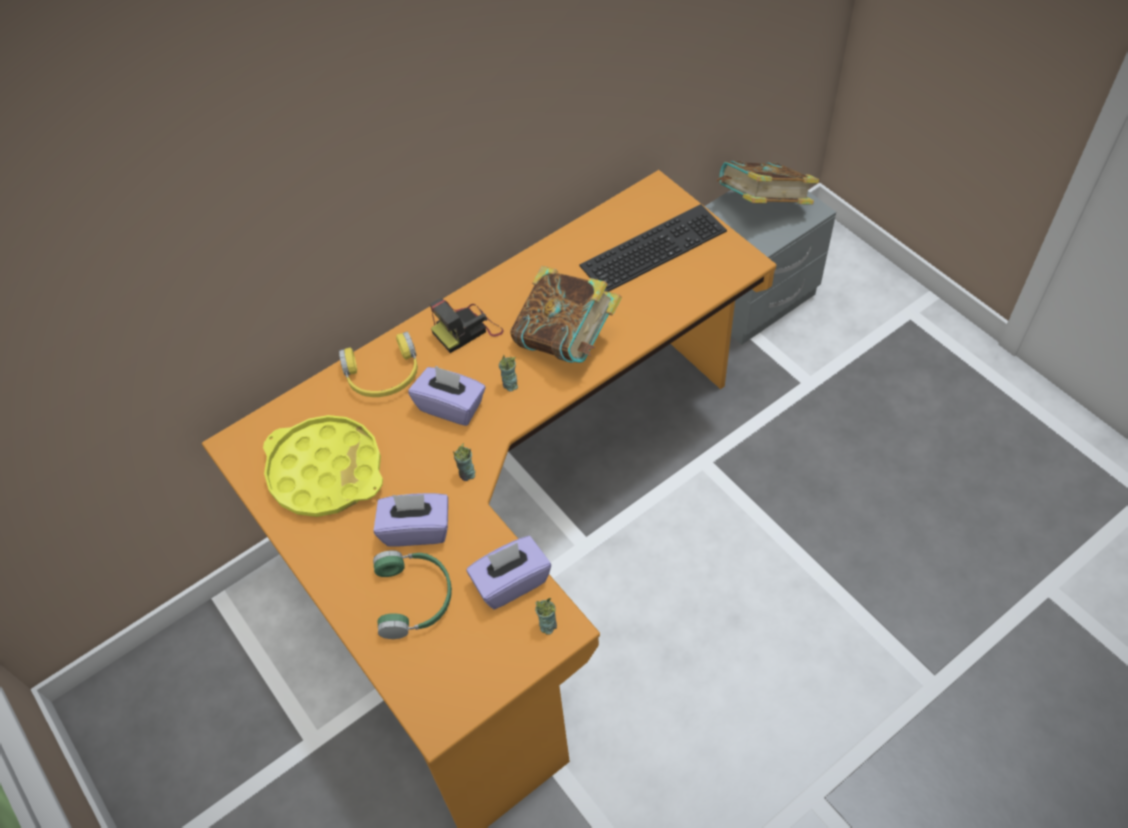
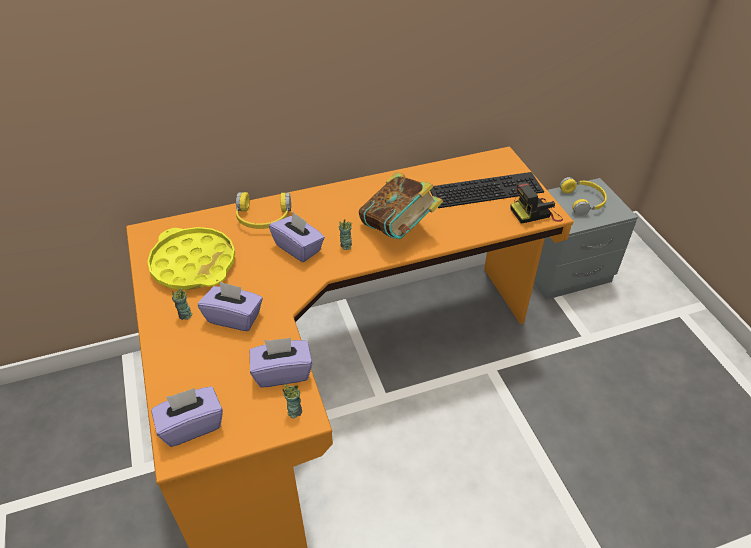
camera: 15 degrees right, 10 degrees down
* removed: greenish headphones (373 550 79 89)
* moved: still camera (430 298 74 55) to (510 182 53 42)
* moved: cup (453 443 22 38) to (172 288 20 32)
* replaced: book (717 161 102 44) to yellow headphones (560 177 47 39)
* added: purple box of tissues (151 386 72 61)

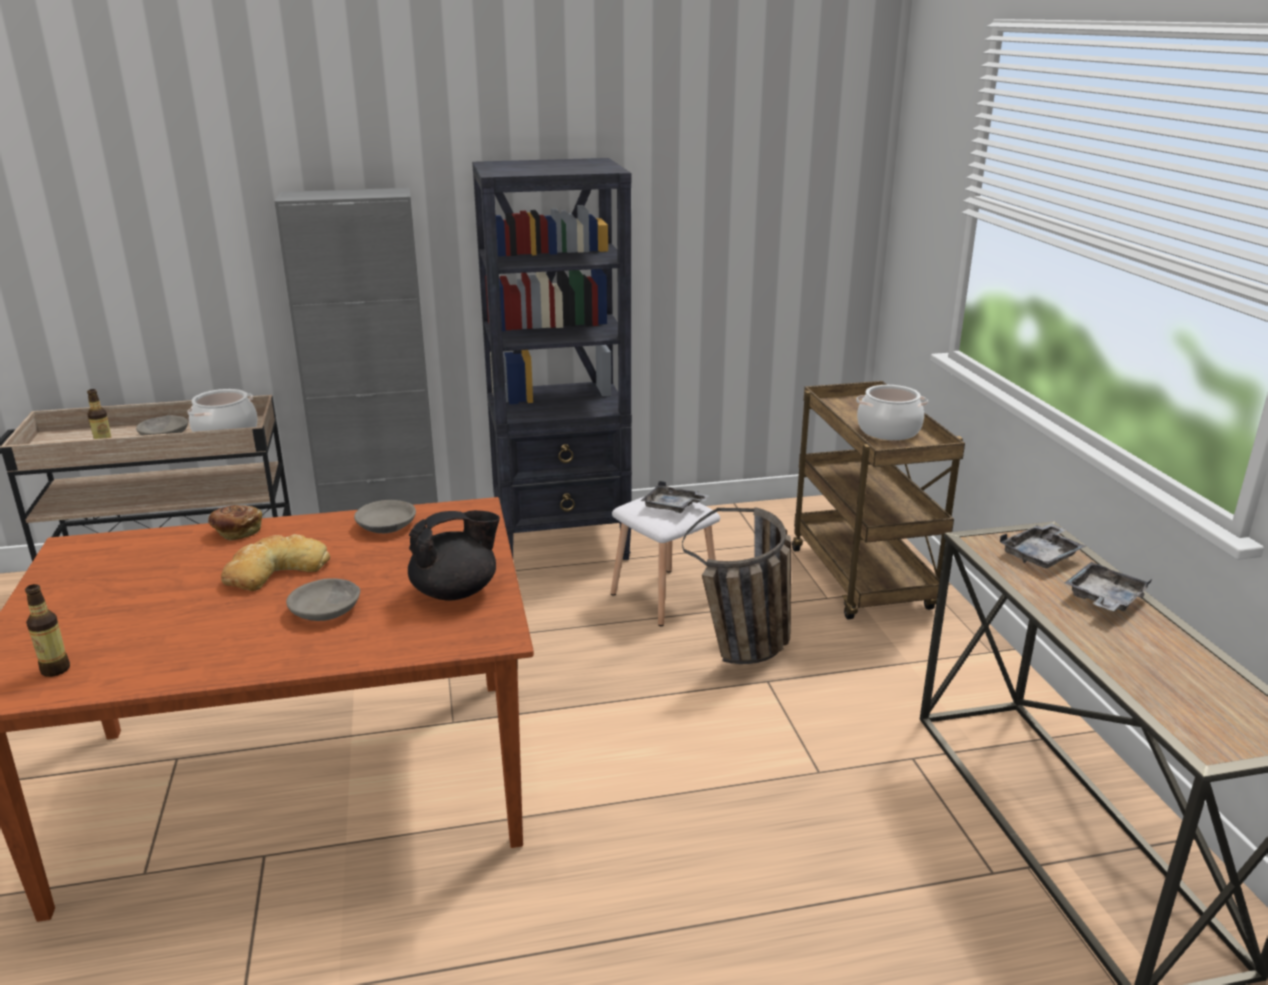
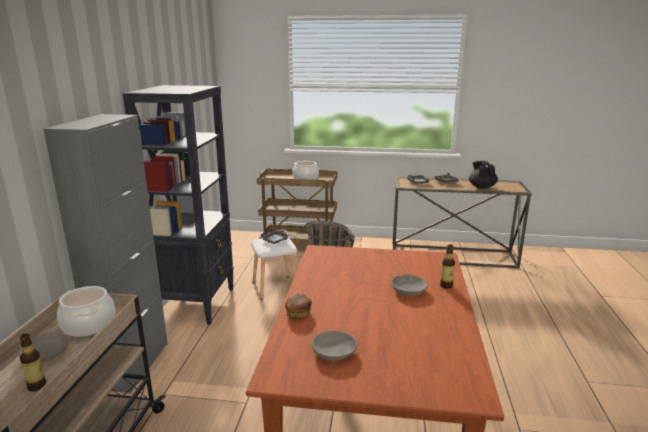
camera: 70 degrees left, 5 degrees down
* moved: bottle (25 584 45 93) to (440 244 15 45)
* removed: bakery bread (221 534 109 57)
* moved: gray deep dish (354 500 62 33) to (312 330 45 31)
* moved: black teapot (408 510 92 91) to (469 161 29 28)

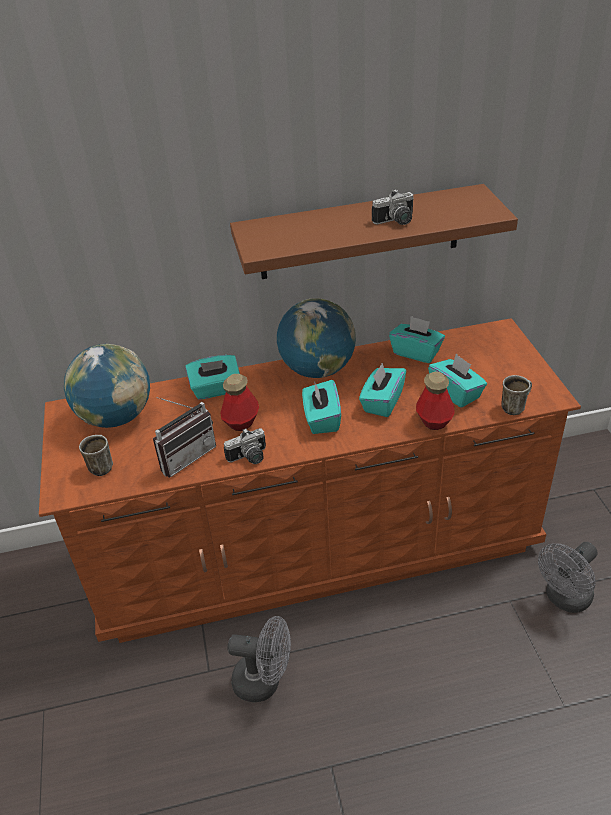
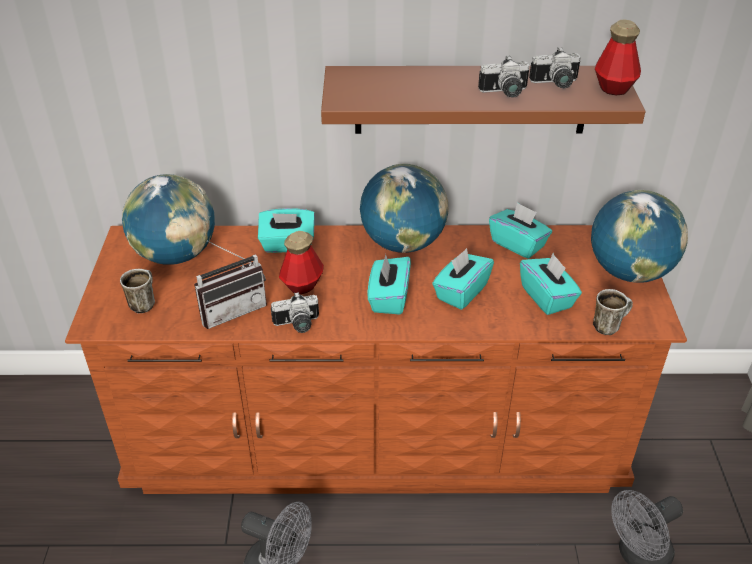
camera: 10 degrees right, 0 degrees up
* moved: bottle (416 372 39 58) to (595 19 46 76)
* added: still camera (529 47 52 41)
* added: desk globe (591 190 97 93)

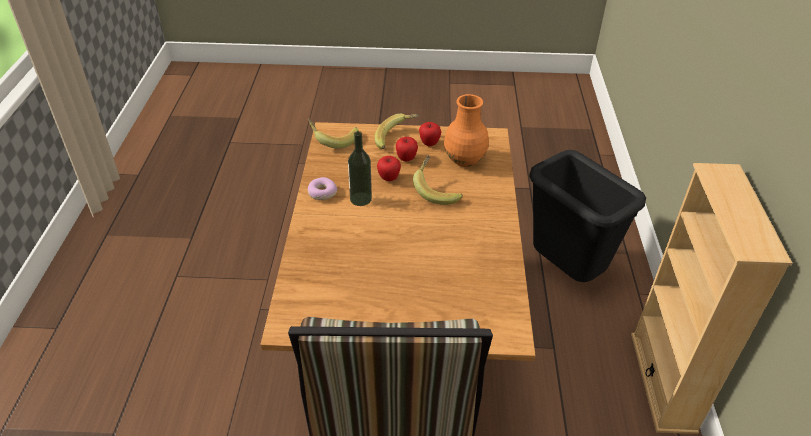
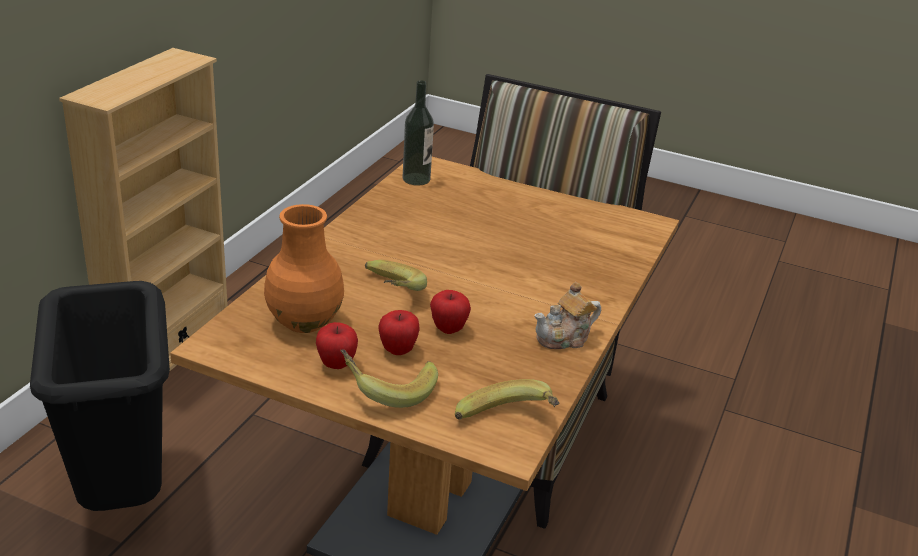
camera: 160 degrees left, 10 degrees down
* replaced: ring doughnut (308 177 29 23) to teapot (534 282 67 67)
* moved: bottle (348 131 24 75) to (403 80 31 106)

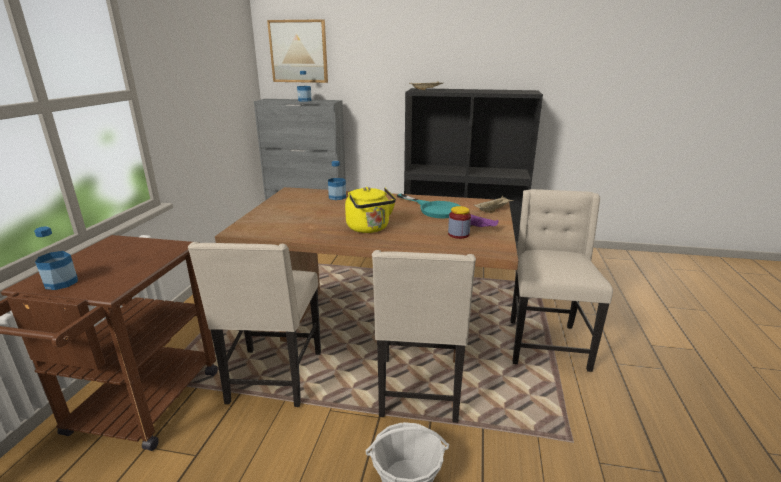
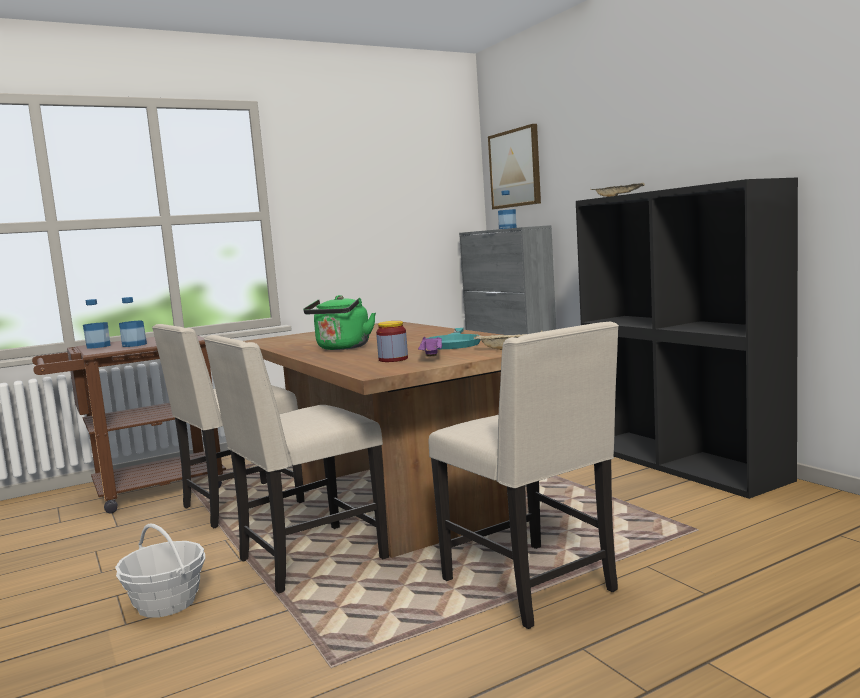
camera: 50 degrees right, 15 degrees down
* moved: bottle (328 161 18 39) to (119 297 28 50)
* recoloured: yellow water kettle (345 187 51 46) to greenish water kettle (303 295 73 55)
* turned: beige-coloured upright chair (510 189 103 183) = (429 322 190 307) 90 degrees clockwise

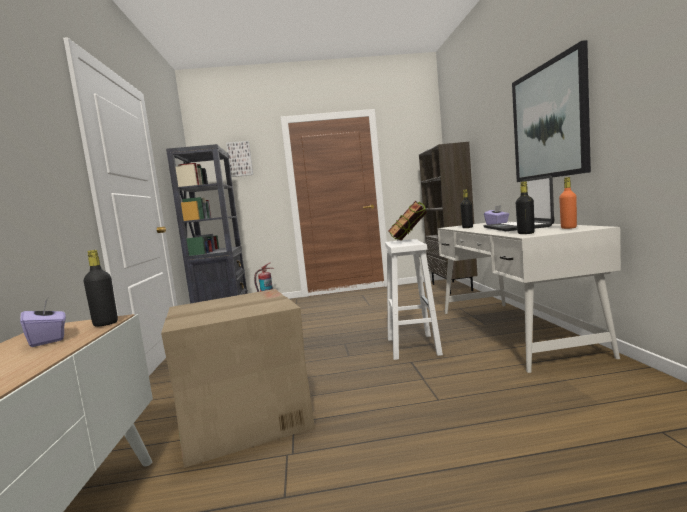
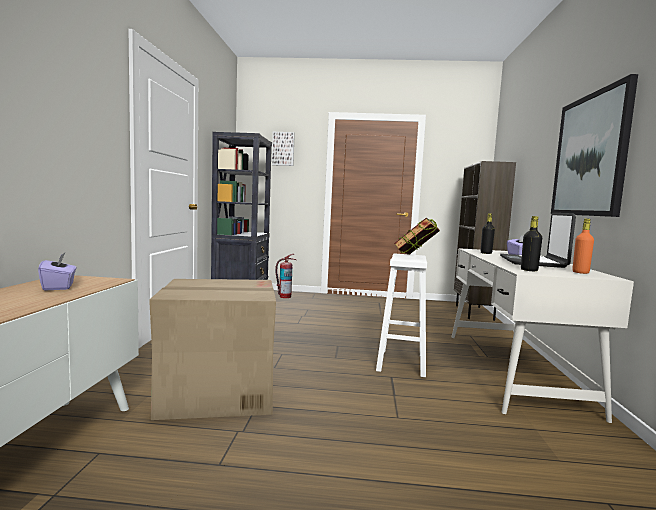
camera: 10 degrees right, 0 degrees up
* removed: black bottle (84 250 34 77)

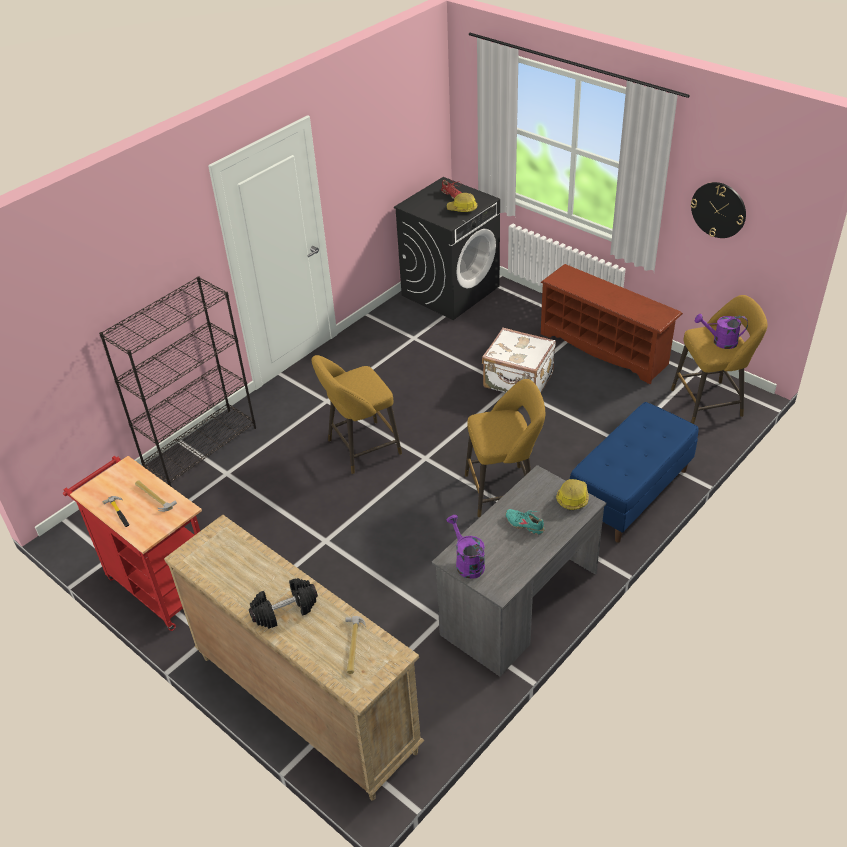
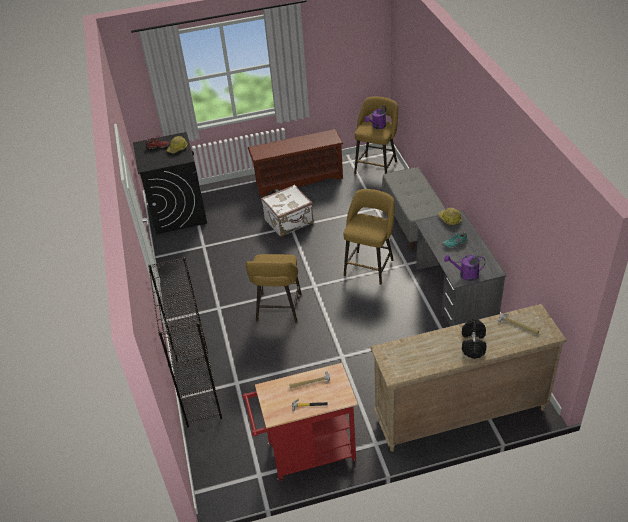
camera: 55 degrees left, 0 degrees up
* recoloured: blue-coloured bench (570 402 129 141) to gray bench (382 167 64 83)
* removed: wall clock (690 182 56 56)

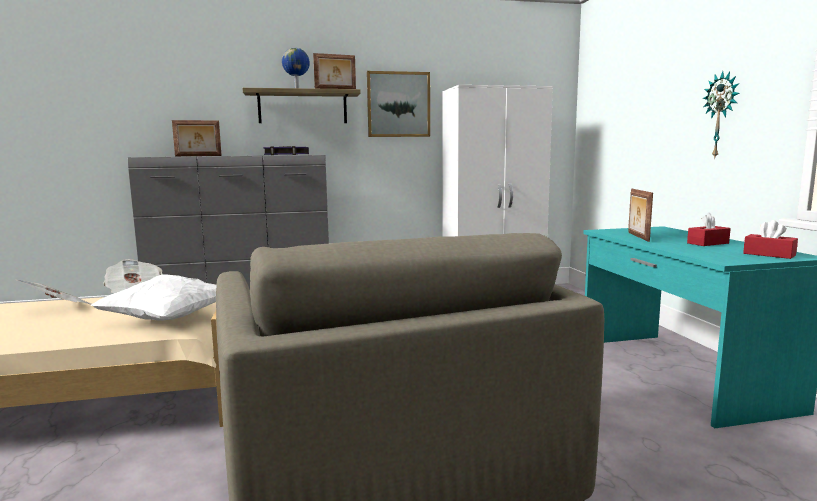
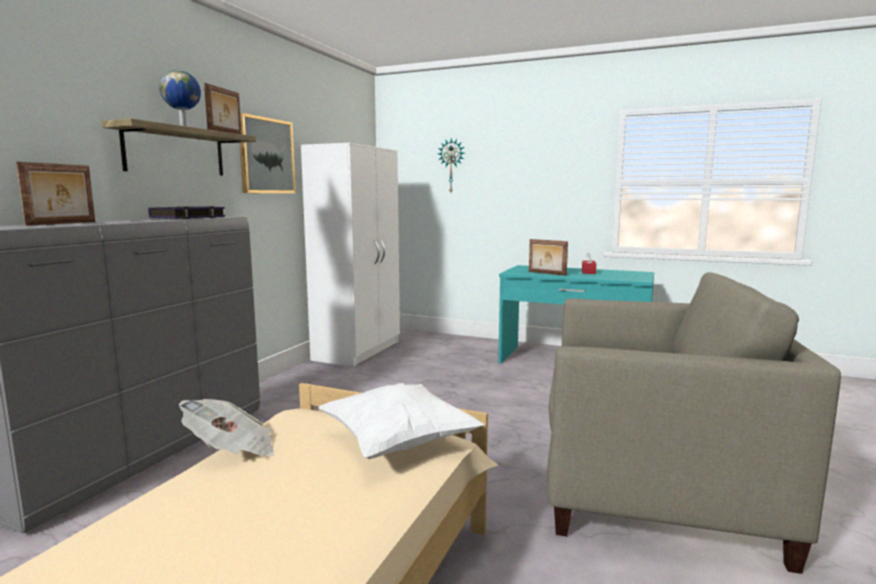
camera: 55 degrees left, 0 degrees up
* removed: daily paper (17 280 75 25)
* moved: wall clock (703 71 37 88) to (438 138 26 54)
* removed: red-coloured box of tissues (743 220 55 39)

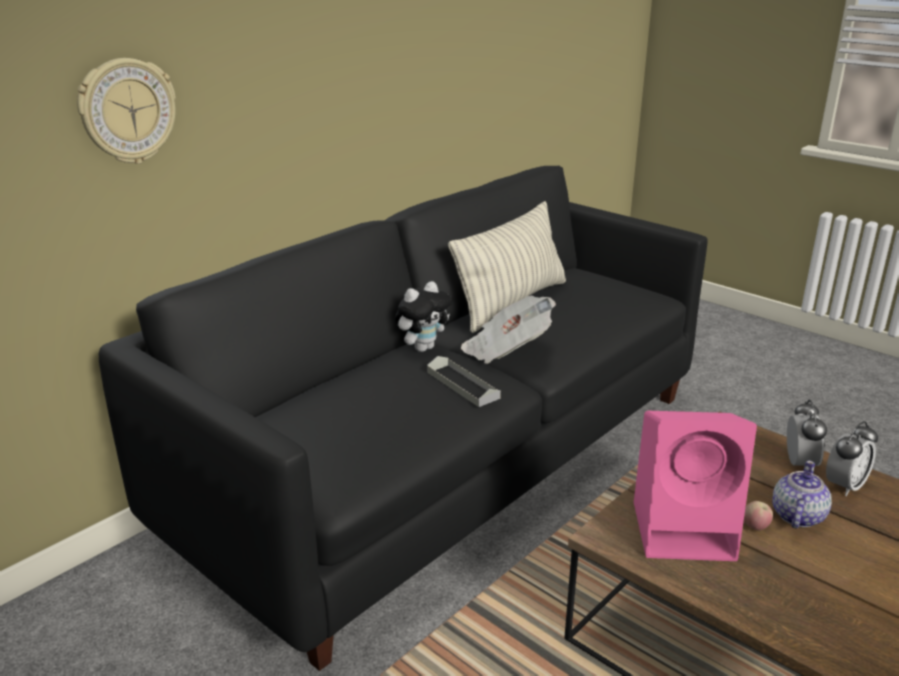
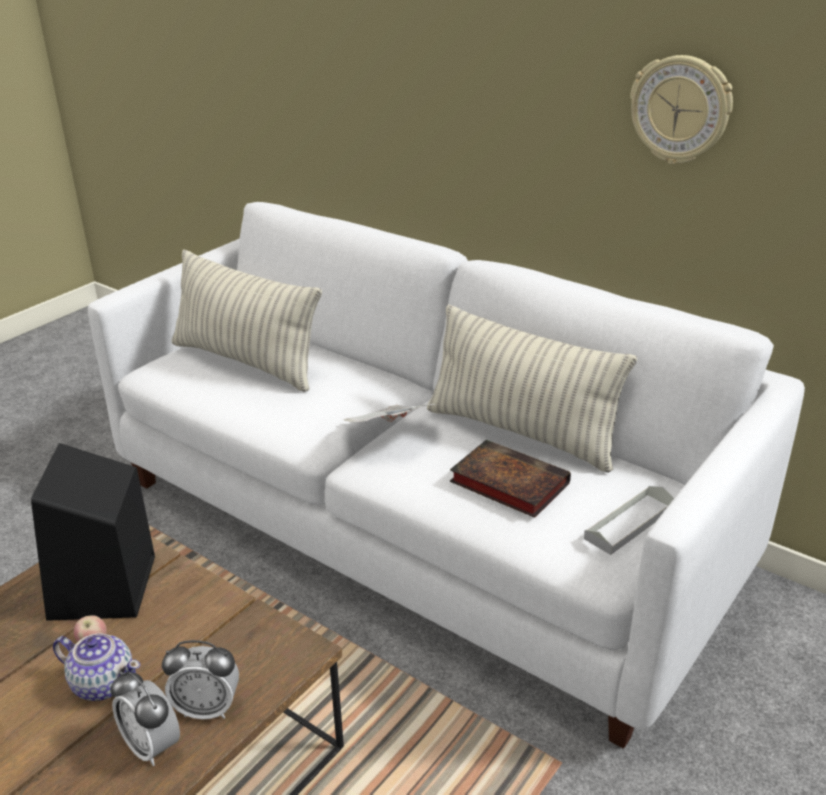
camera: 85 degrees right, 5 degrees up
* moved: wall clock (77 58 99 106) to (630 55 103 109)
* recoloured: black sofa (99 166 609 505) to whitish sofa (88 202 717 547)
* removed: soft toy (395 281 57 71)
* moved: gray serving tray (427 356 74 51) to (584 486 90 69)
* recoloured: pink-coloured audio speaker (634 411 123 150) to black audio speaker (31 443 124 178)
* added: cushion (172 249 150 143)
* added: book (450 439 121 79)

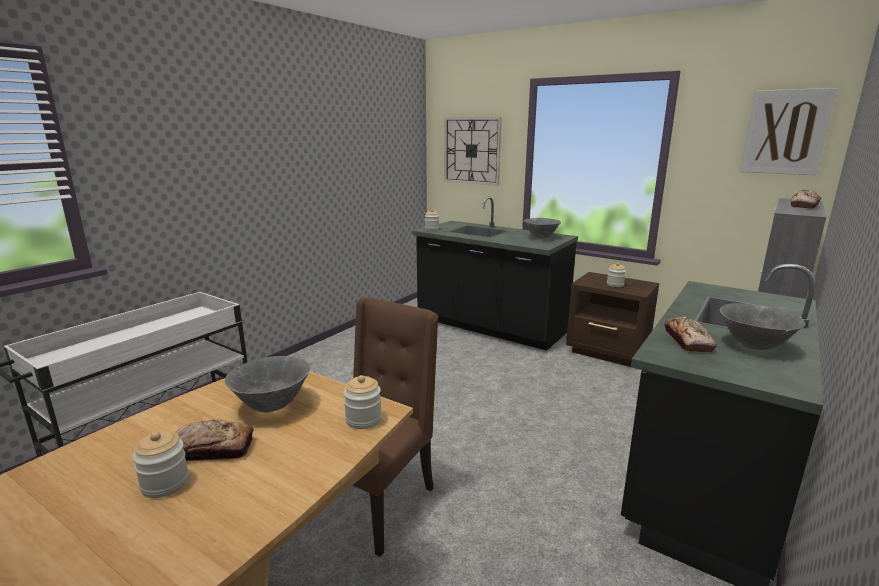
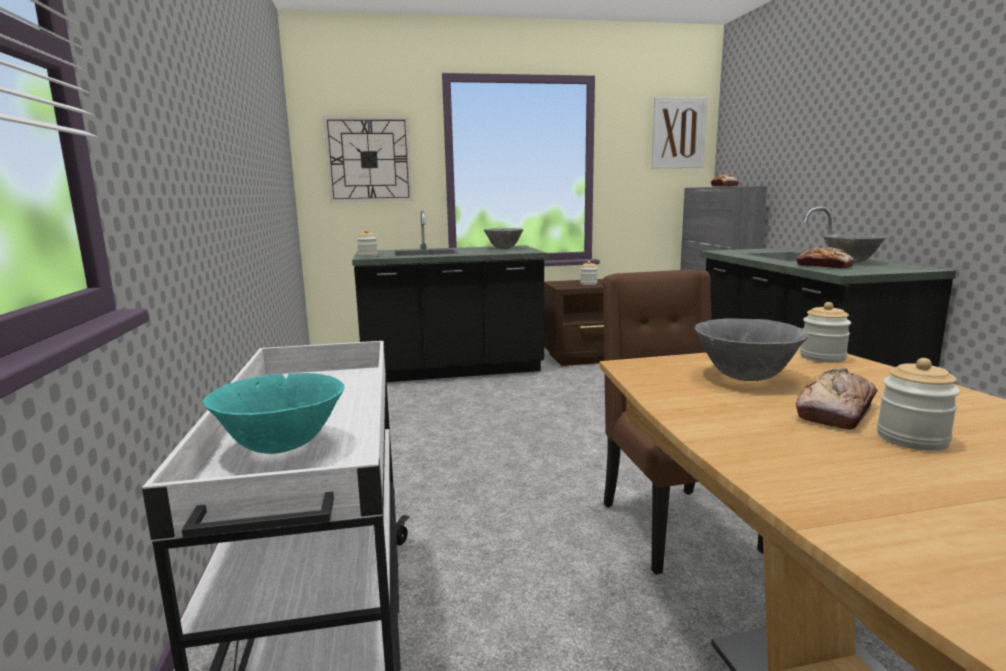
camera: 45 degrees left, 5 degrees down
* added: blue-green deep dish (202 373 143 81)

